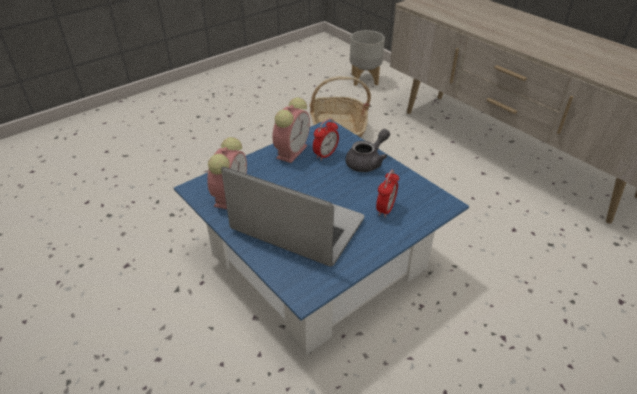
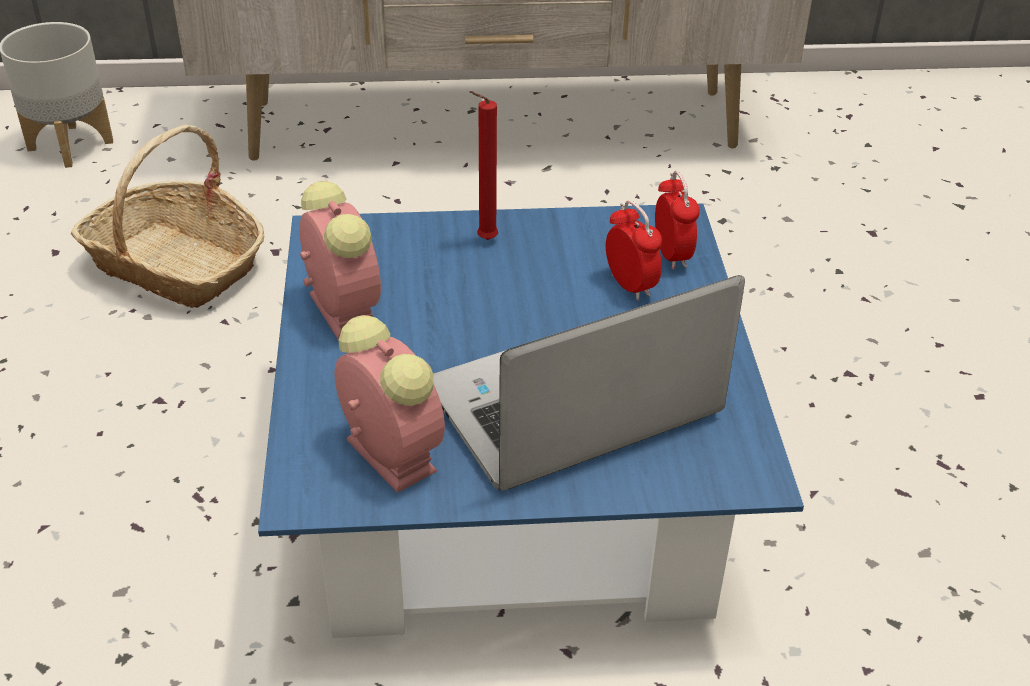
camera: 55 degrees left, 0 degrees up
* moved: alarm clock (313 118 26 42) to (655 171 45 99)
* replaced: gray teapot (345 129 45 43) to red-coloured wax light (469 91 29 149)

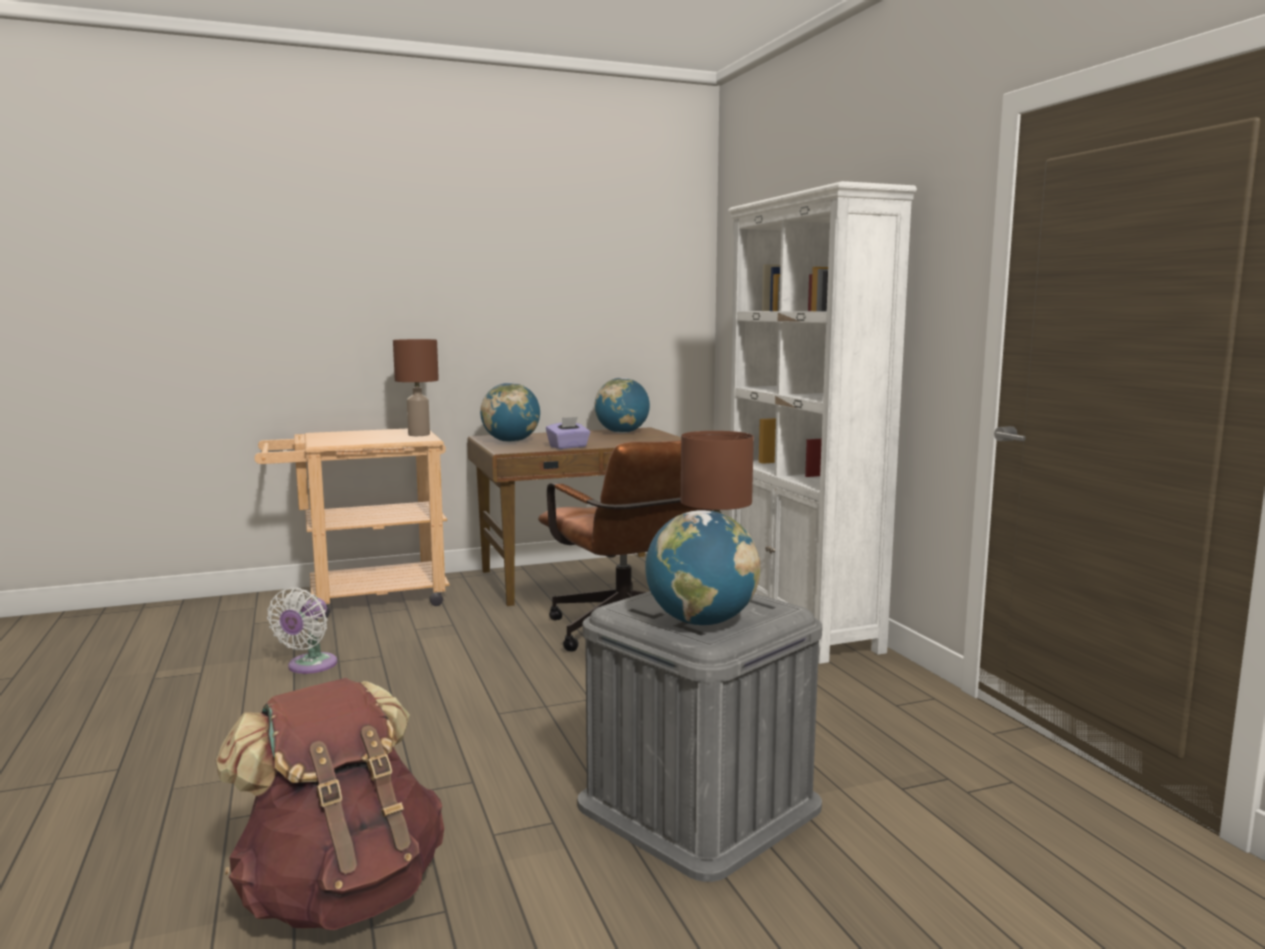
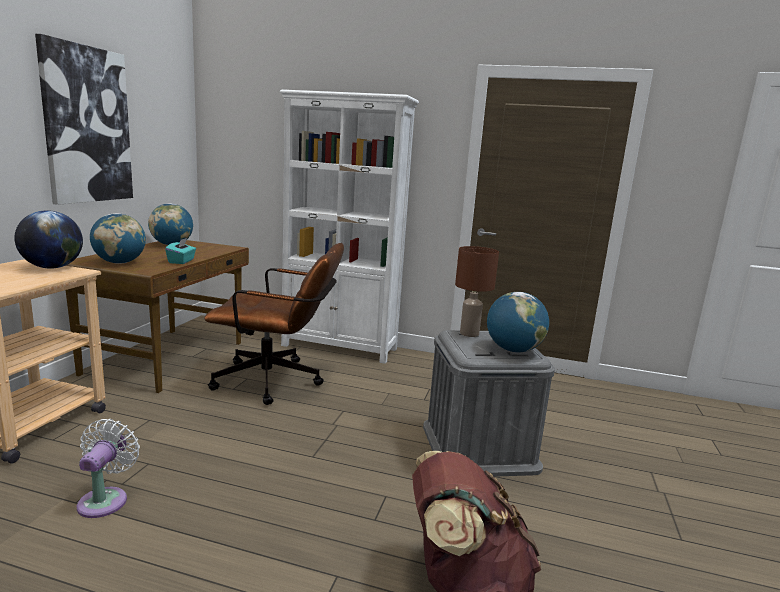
camera: 55 degrees left, 5 degrees up
* turned: whitish cooling fan (267 588 70 86) = (77 419 63 99) 135 degrees counterclockwise
* replaced: brownish table lamp (393 339 46 97) to desk globe (14 211 69 58)
* recoloured: purple box of tissues (546 417 44 32) to blue-green box of tissues (165 238 31 26)
* added: picture (35 34 98 171)

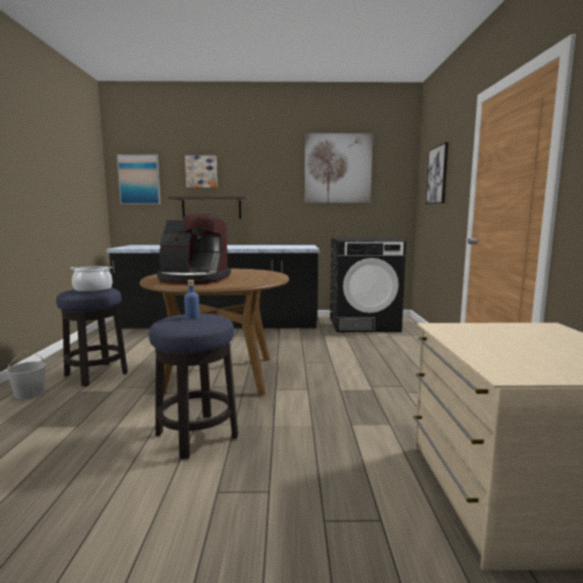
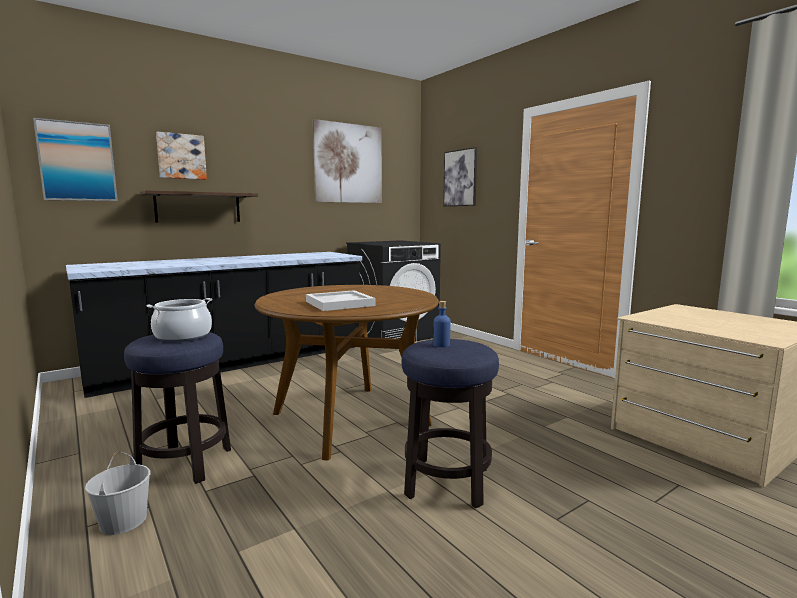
camera: 35 degrees left, 0 degrees up
* replaced: coffee brewer (157 214 74 70) to whitish serving tray (306 290 69 21)

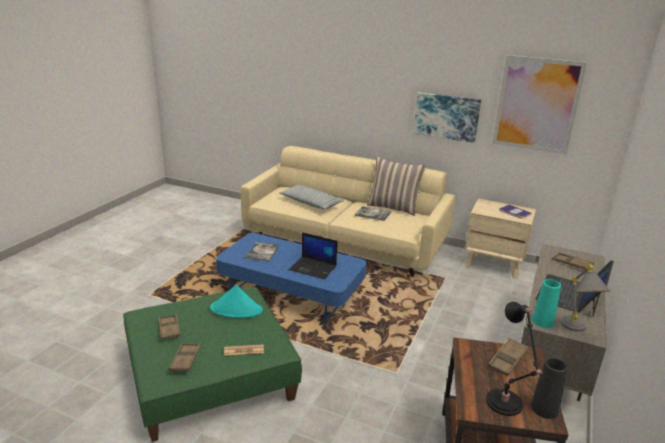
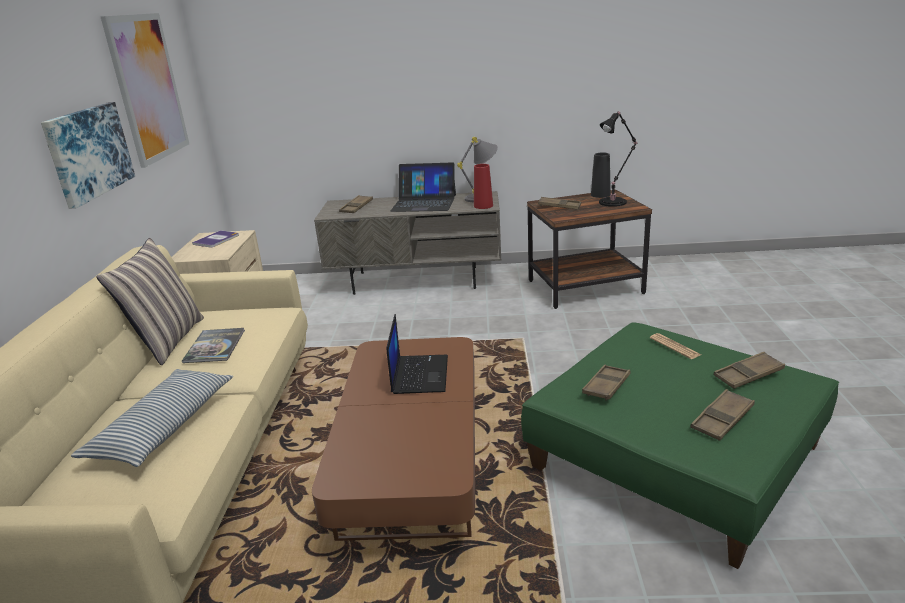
camera: 110 degrees left, 0 degrees up
* replaced: blue-green clothing hat (210 285 53 33) to brownish serving tray (582 365 48 35)
* recoloured: blue-coloured coffee table (216 233 151 90) to brownish coffee table (312 337 163 204)
* removed: book (245 242 34 20)
* recoloured: blue-green flower vase (532 279 29 49) to red-coloured flower vase (474 164 19 45)

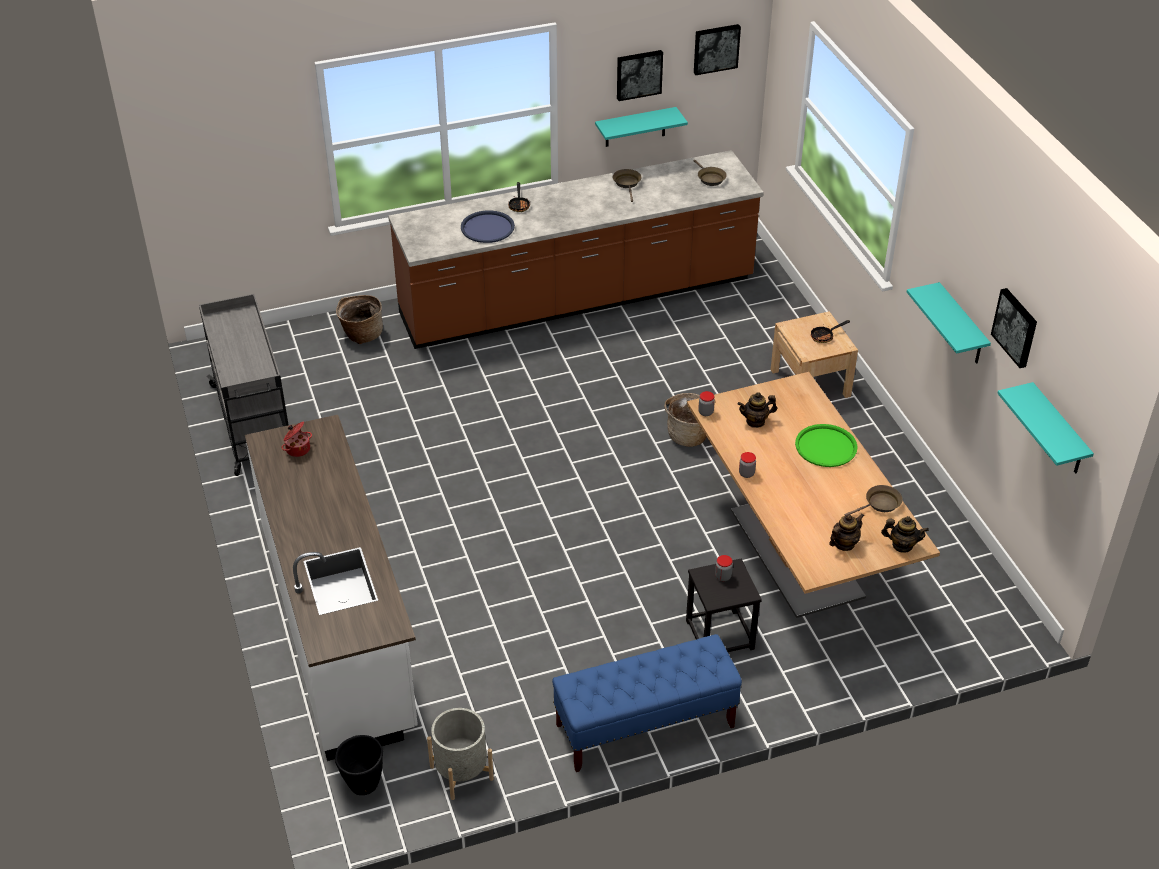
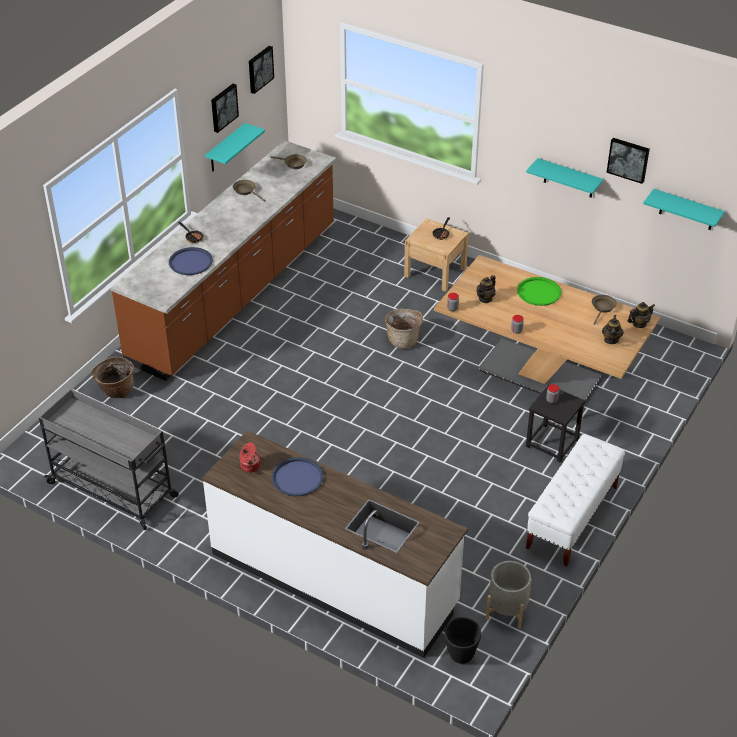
camera: 40 degrees left, 0 degrees up
* recoloured: blue-coloured bench (552 634 190 138) to whitish bench (526 434 99 132)
* added: blue-coloured serving tray (271 457 53 39)

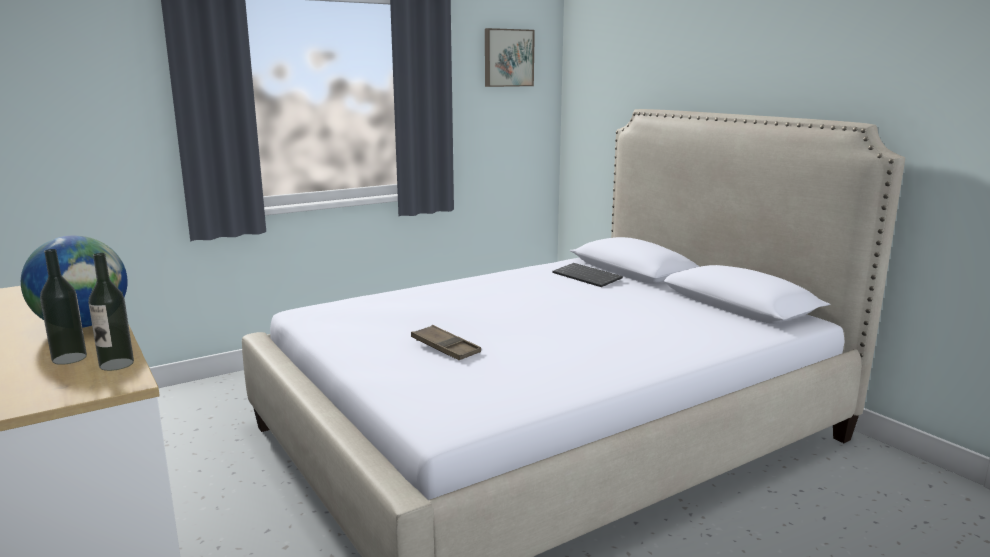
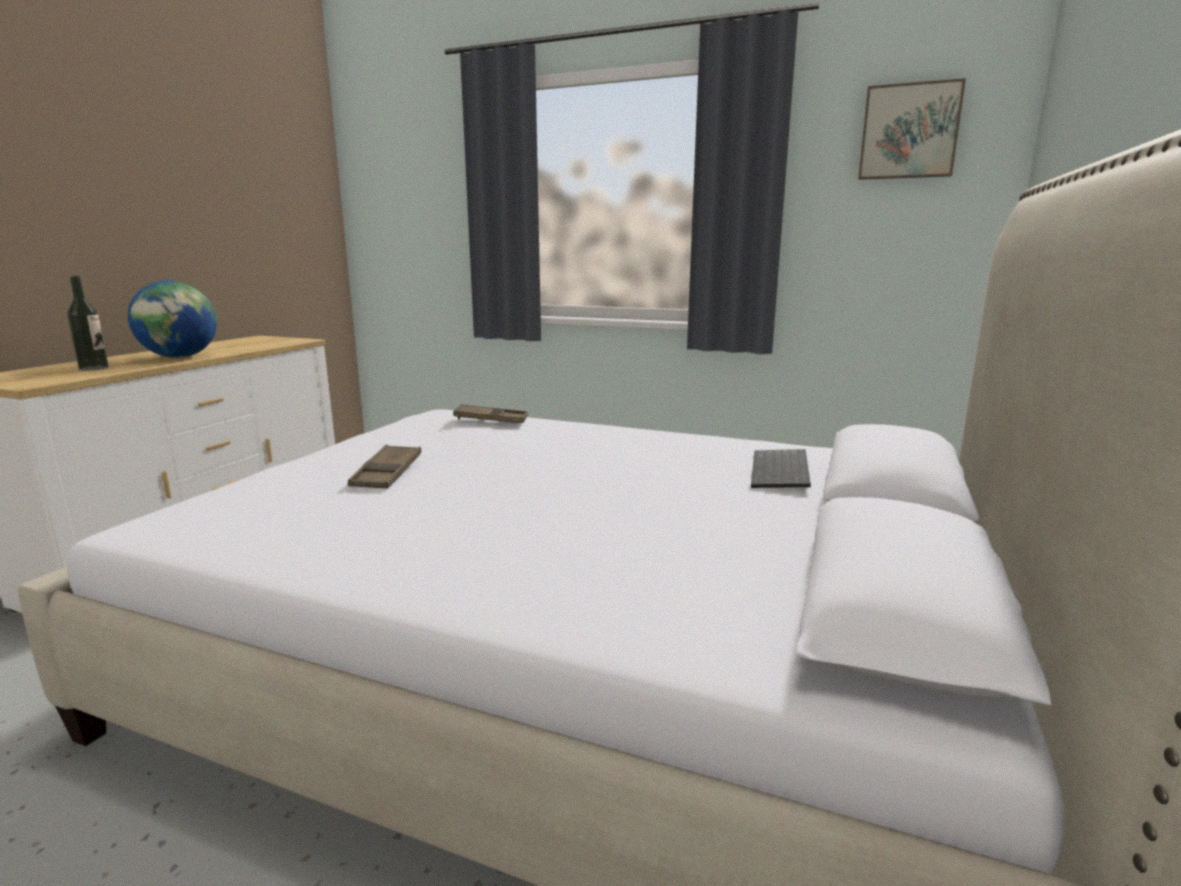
camera: 55 degrees right, 0 degrees up
* removed: bottle (88 253 46 118)
* added: brownish serving tray (453 404 75 19)

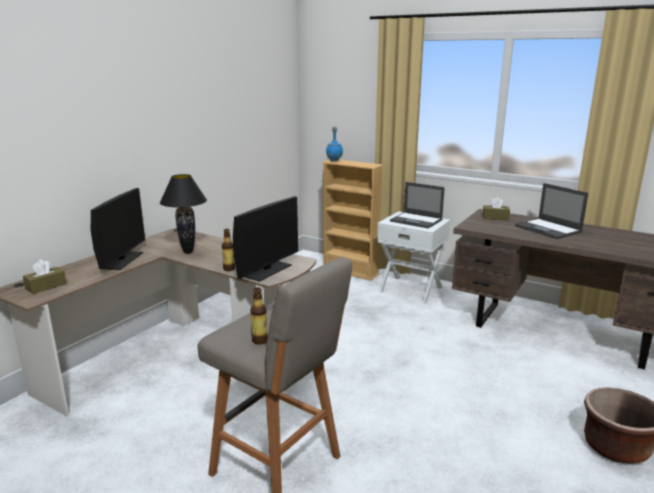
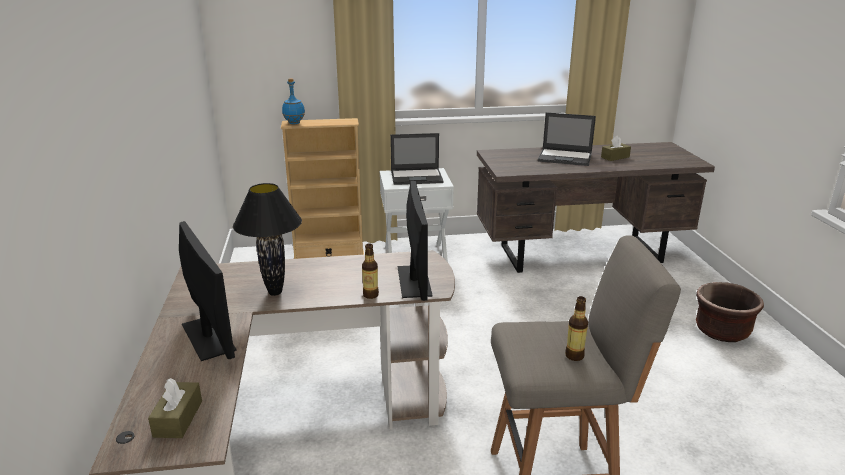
camera: 40 degrees left, 5 degrees up
* moved: brownish box of tissues (483 197 27 23) to (601 136 30 25)

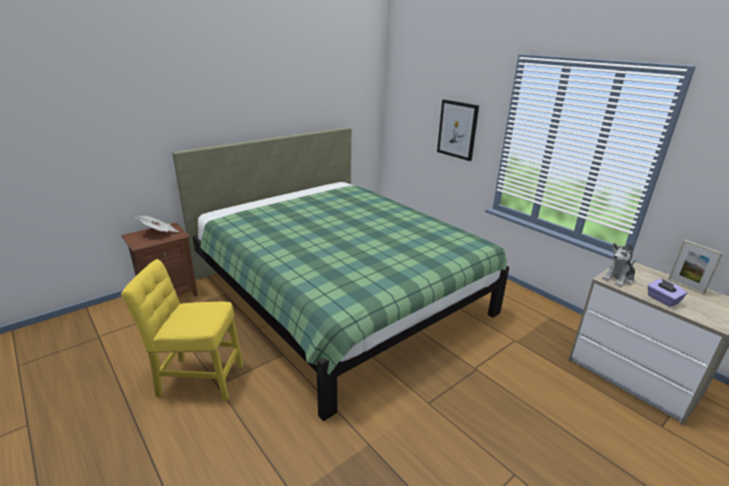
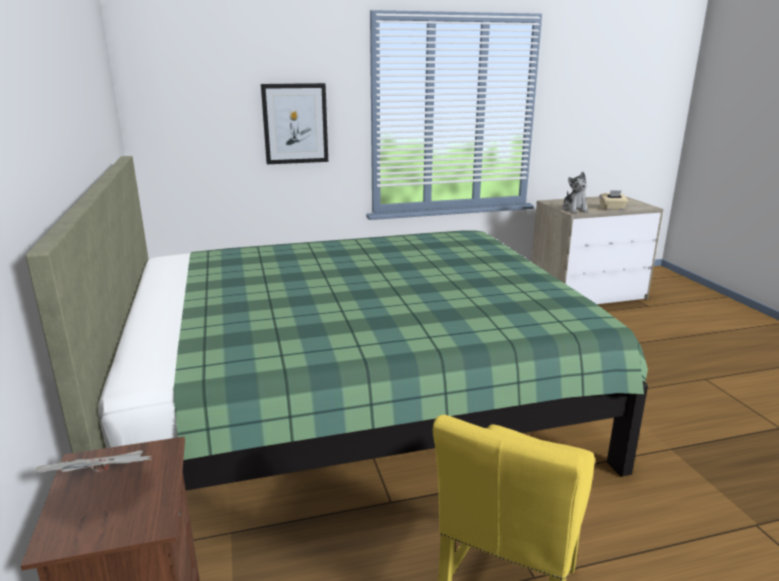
camera: 65 degrees left, 5 degrees down
* recoloured: purple box of tissues (647 279 40 28) to beige-coloured box of tissues (599 190 29 20)
* removed: standing frame (668 240 55 55)

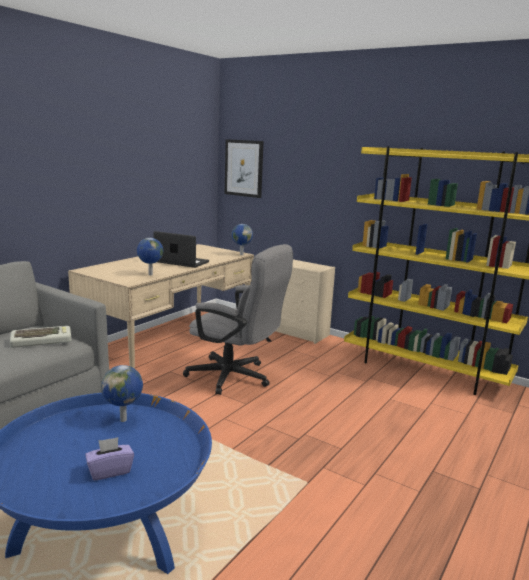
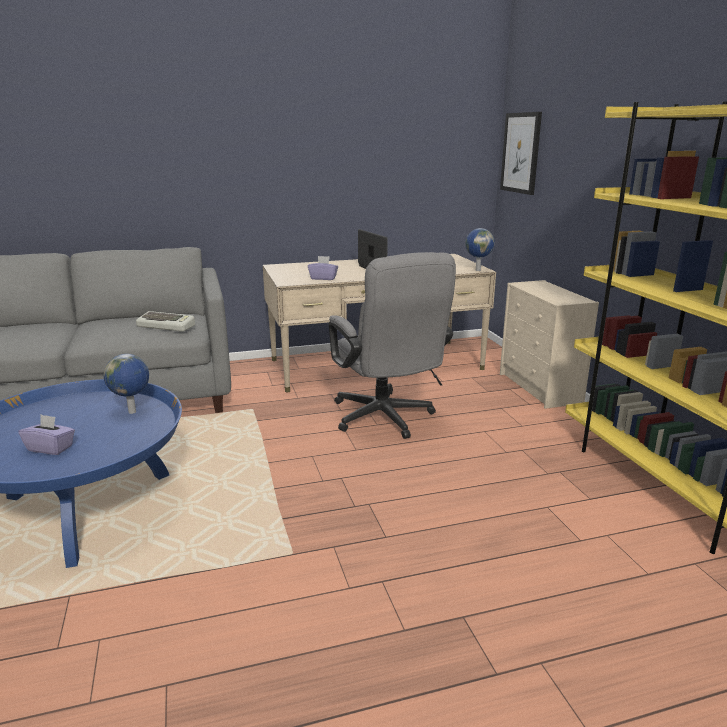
camera: 40 degrees right, 5 degrees up
* replaced: desk globe (137 238 26 38) to purple box of tissues (308 256 30 24)

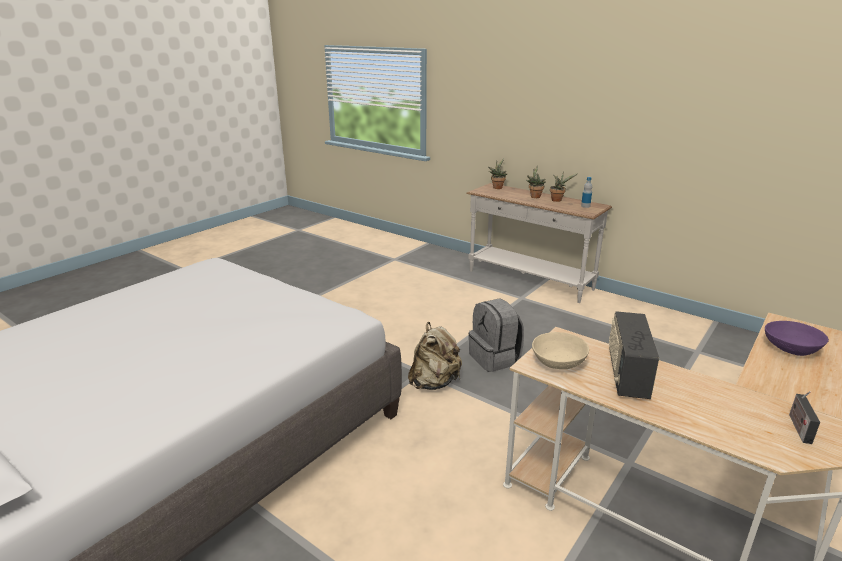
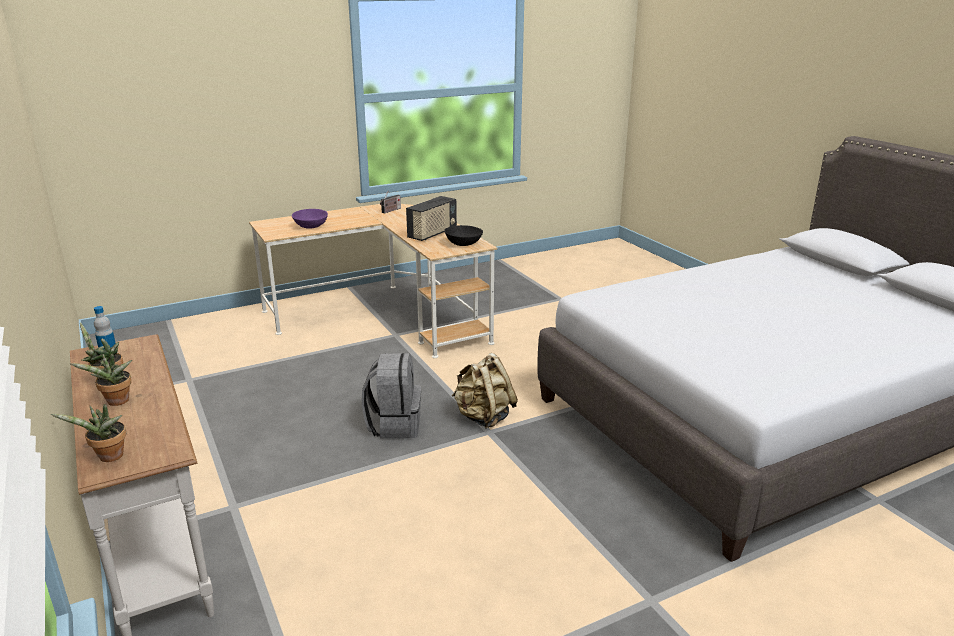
camera: 155 degrees left, 0 degrees up
* recoloured: beige-coloured deep dish (532 332 57 37) to black deep dish (444 225 39 21)

